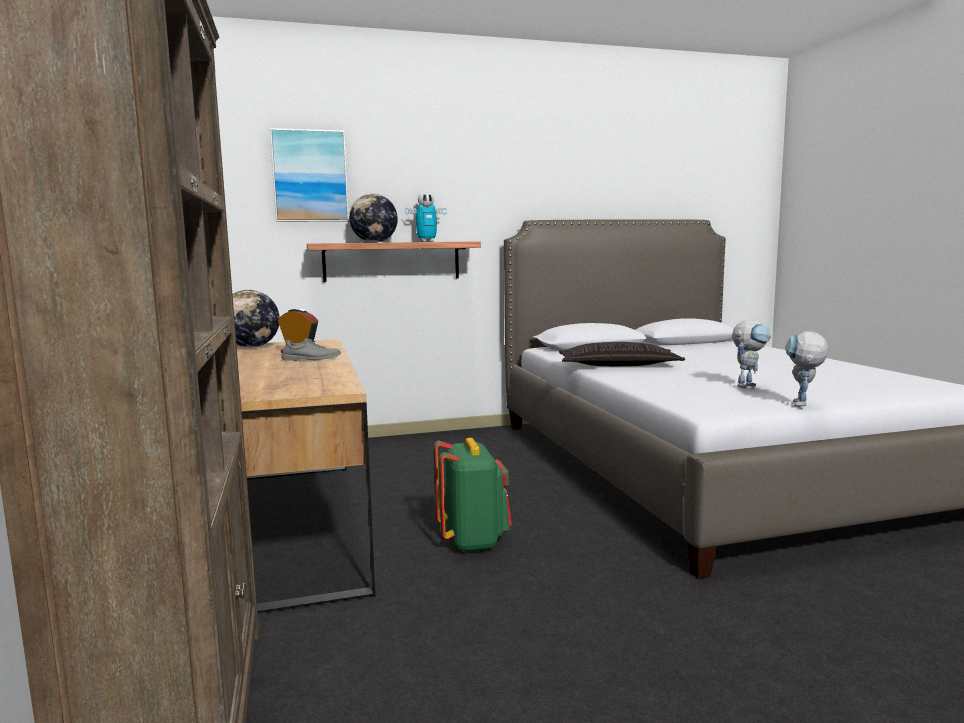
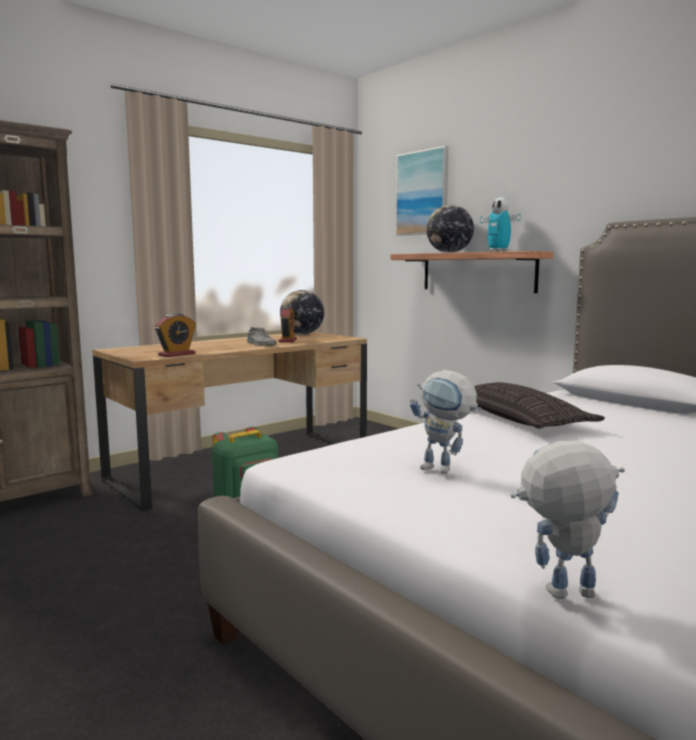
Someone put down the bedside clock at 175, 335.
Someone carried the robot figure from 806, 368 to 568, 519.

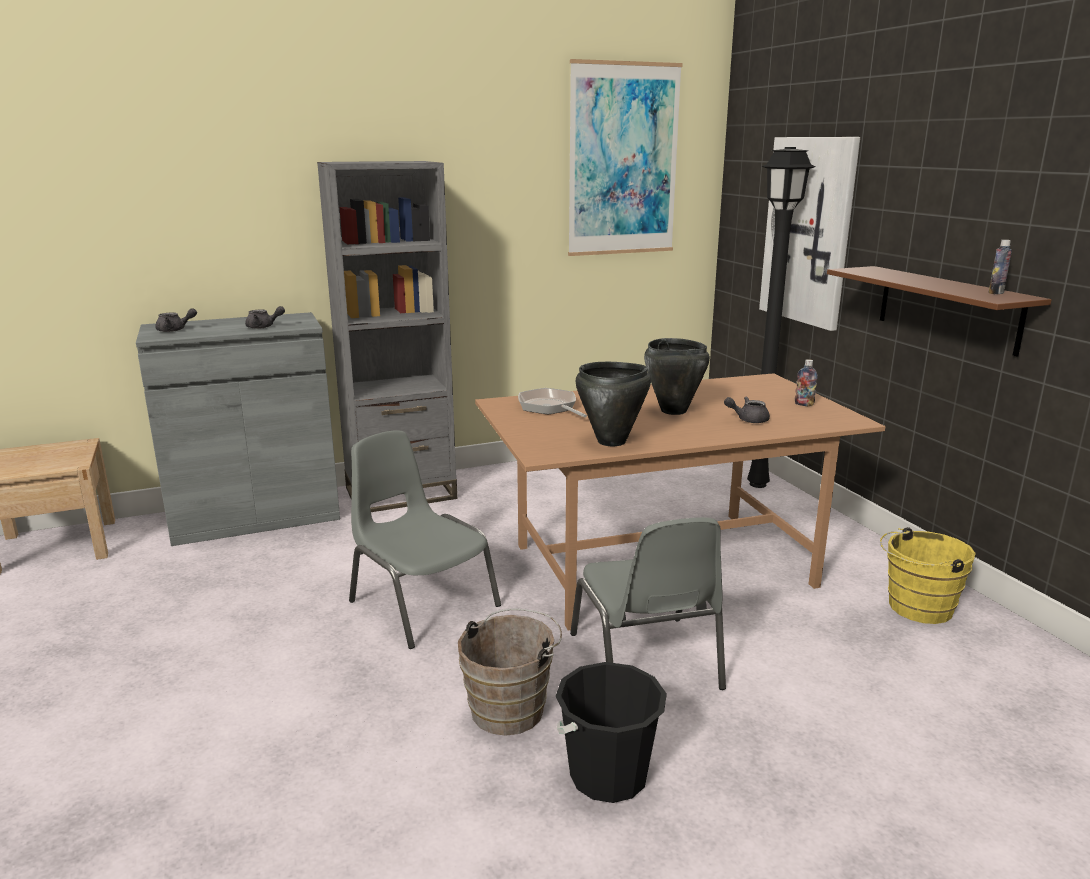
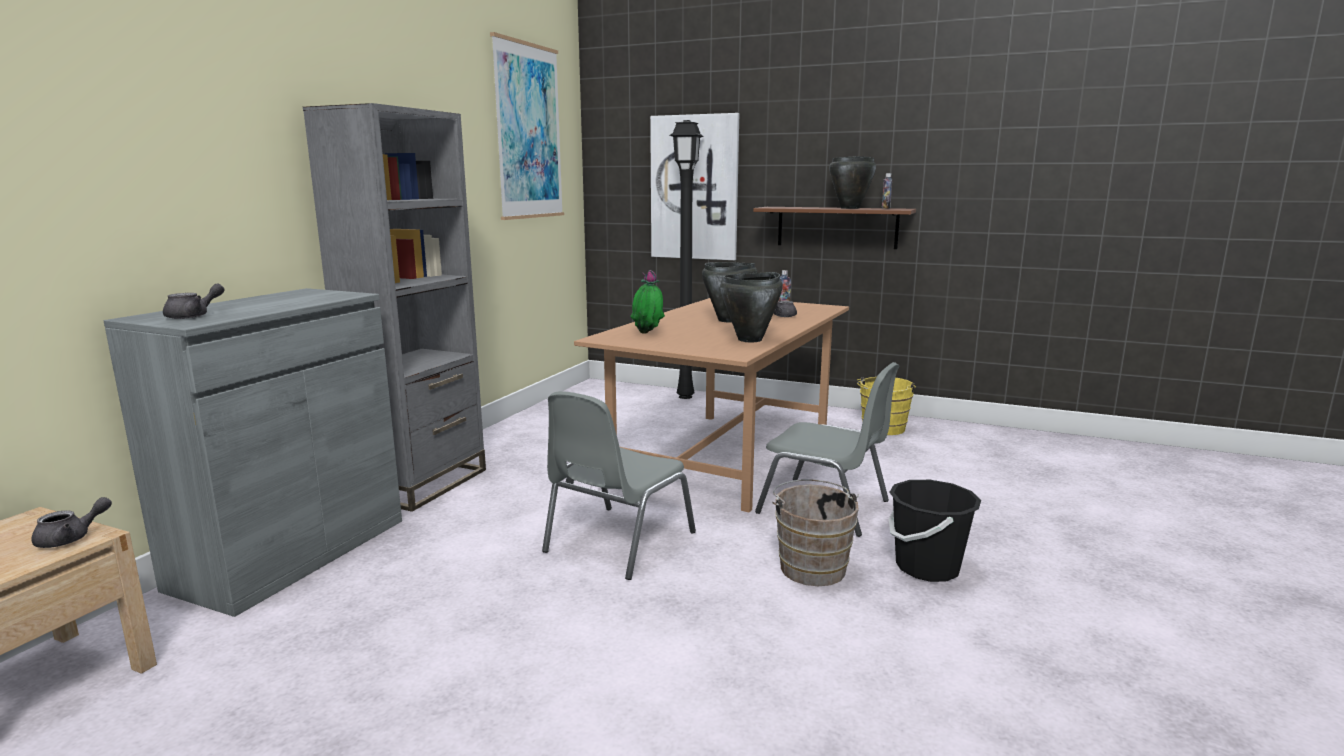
Someone carried the teapot/gray from 265, 317 to 71, 522.
Someone rotated the plain chair/gray at 425, 539 by 60 degrees counterclockwise.
Someone swapped the pan at 552, 402 for the houseplant at 647, 302.
Someone put down the saucepot/blackish at 852, 182.

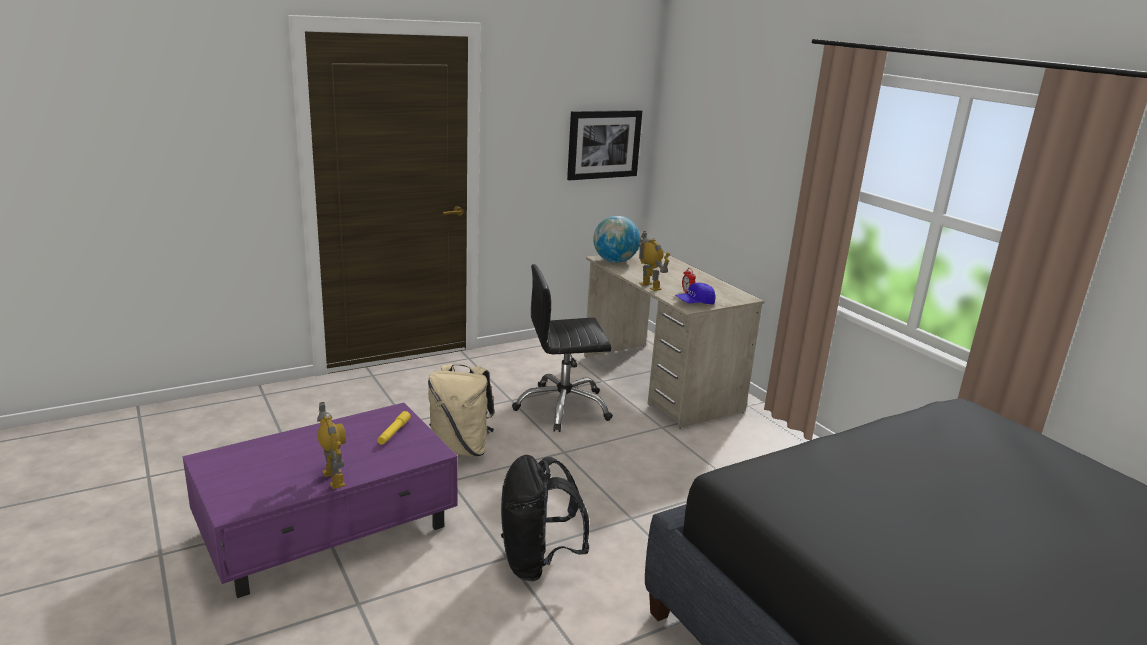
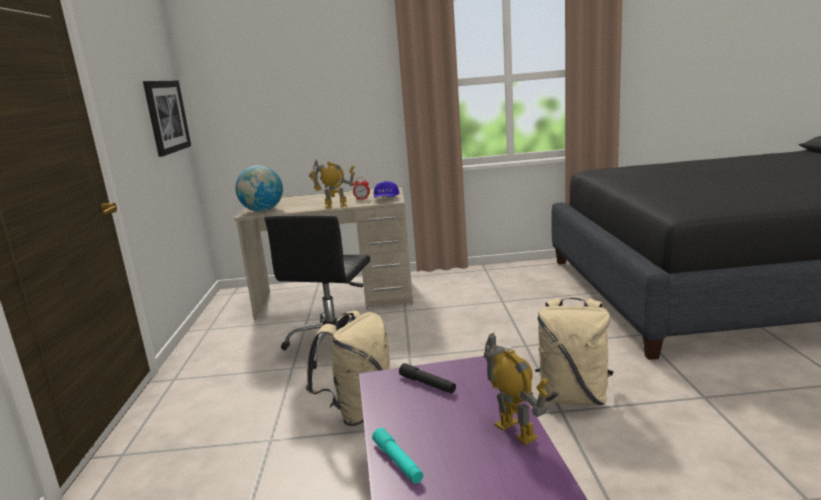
Someone put down the flashlight/turquoise at 397, 455.
Someone repainted the flashlight/yellowish at 394, 428, which became the flashlight/blackish at 427, 378.
Someone rotated the robot figure at 331, 445 by 60 degrees clockwise.
Someone repainted the rucksack/blackish at 545, 518, which became the rucksack/sand-coloured at 574, 351.

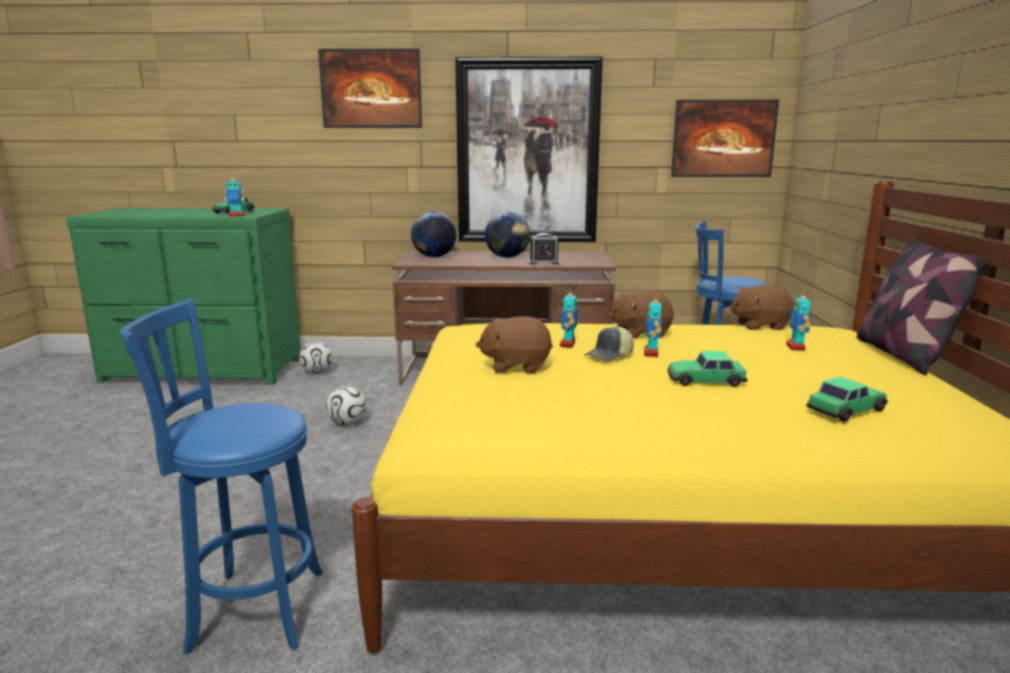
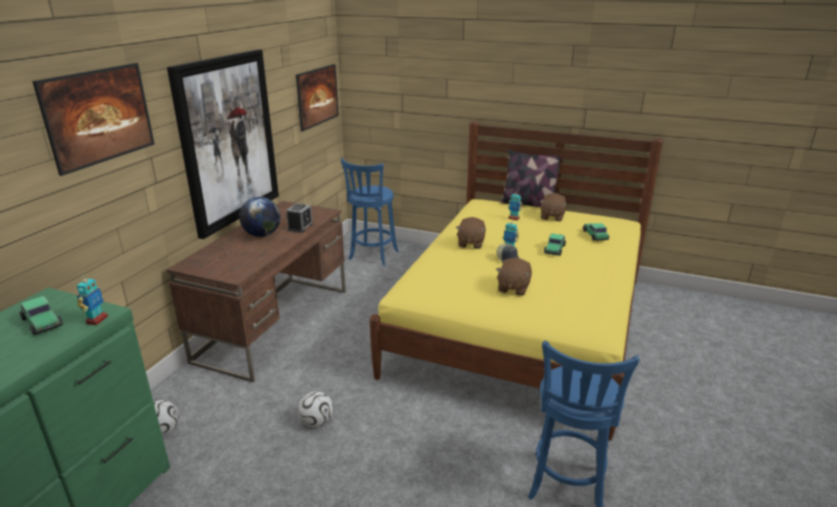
Someone carried the plush toy/brown from 762, 307 to 553, 207.
Someone took away the world globe at 434, 234.
Someone took away the robot figure at 569, 320.

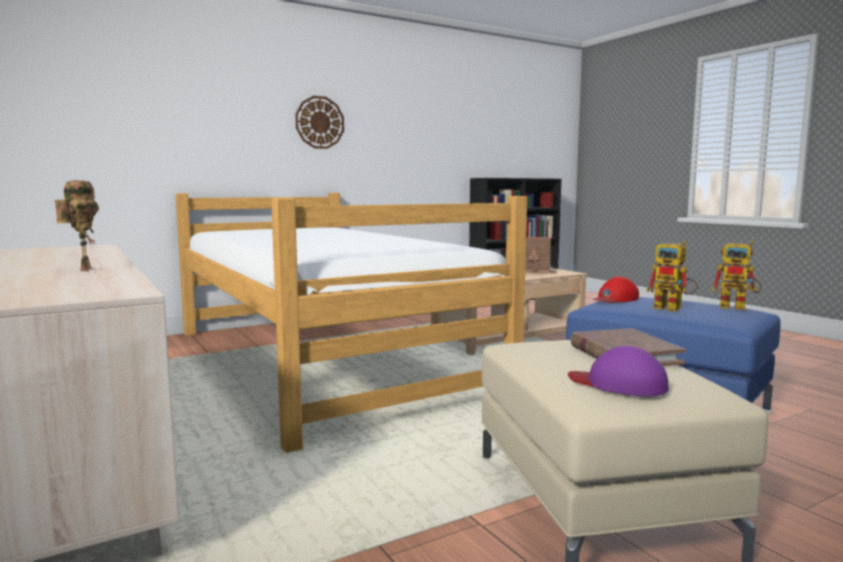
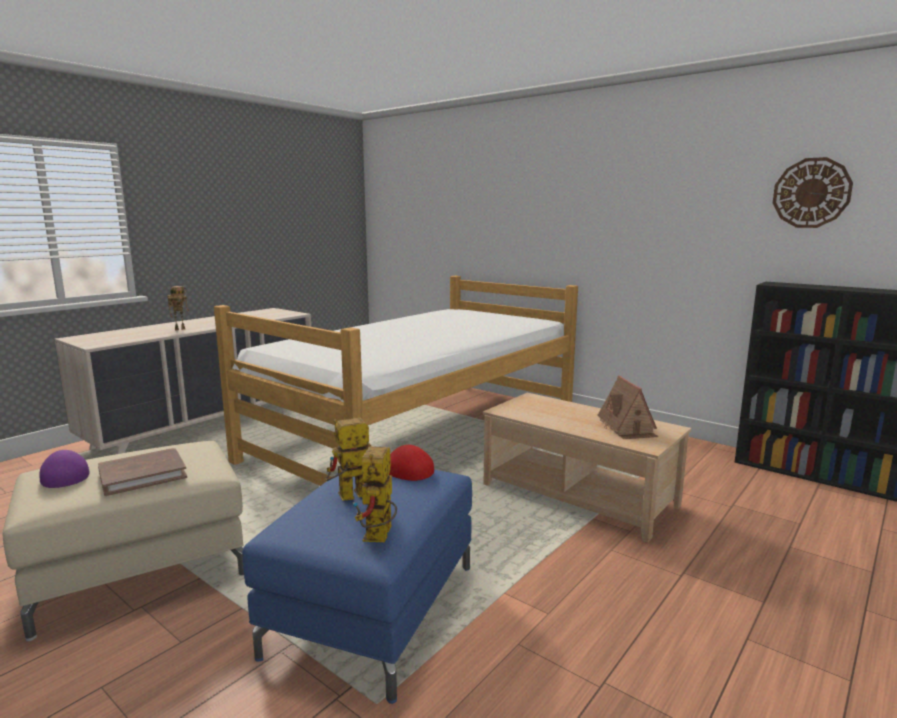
Someone rotated the baseball cap/purplish at 618, 371 by 45 degrees counterclockwise.
Someone rotated the robot figure at 672, 276 by 45 degrees clockwise.
Someone carried the hanging clock from 319, 122 to 813, 192.

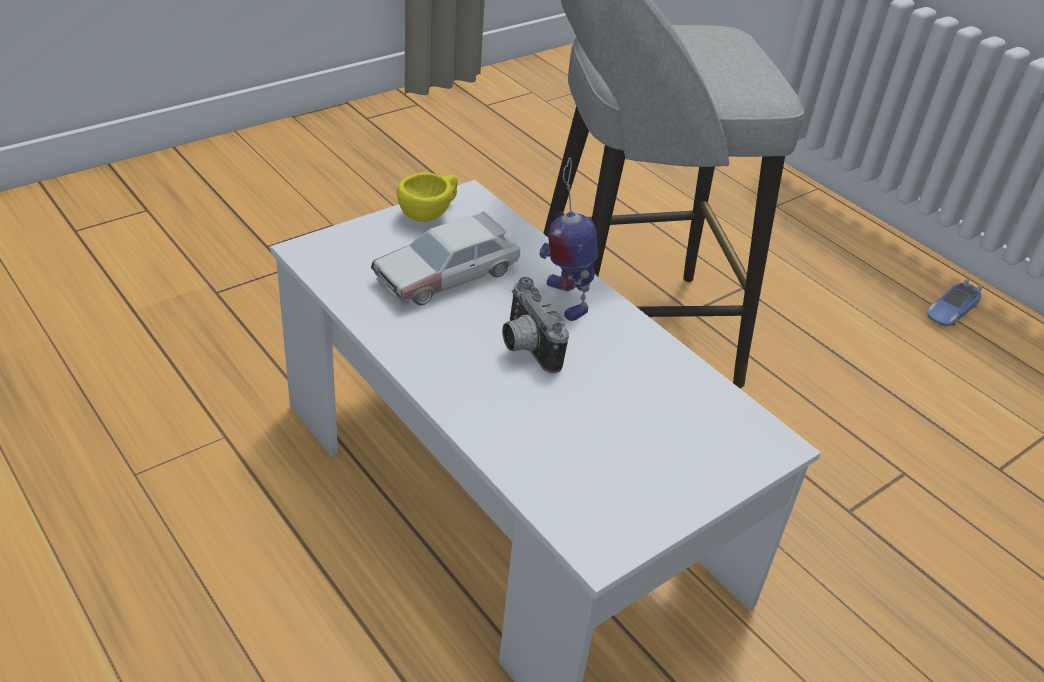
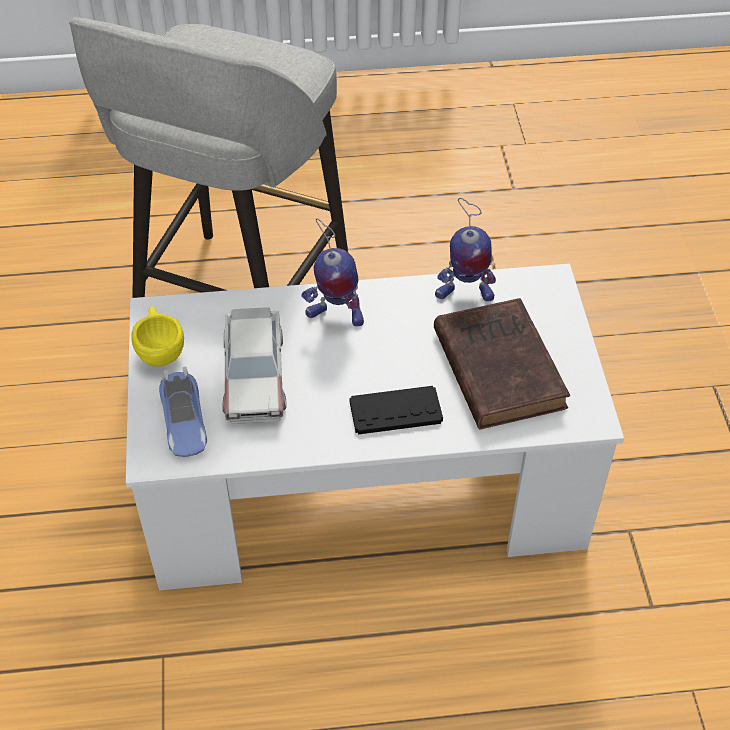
Someone carried the miniature car from 955, 303 to 183, 412.
Someone put down the game controller/blackish at 396, 410.
Someone put down the bound book/brown at 502, 363.
Someone put down the robot figure at 465, 250.
Someone took away the still camera at 535, 325.

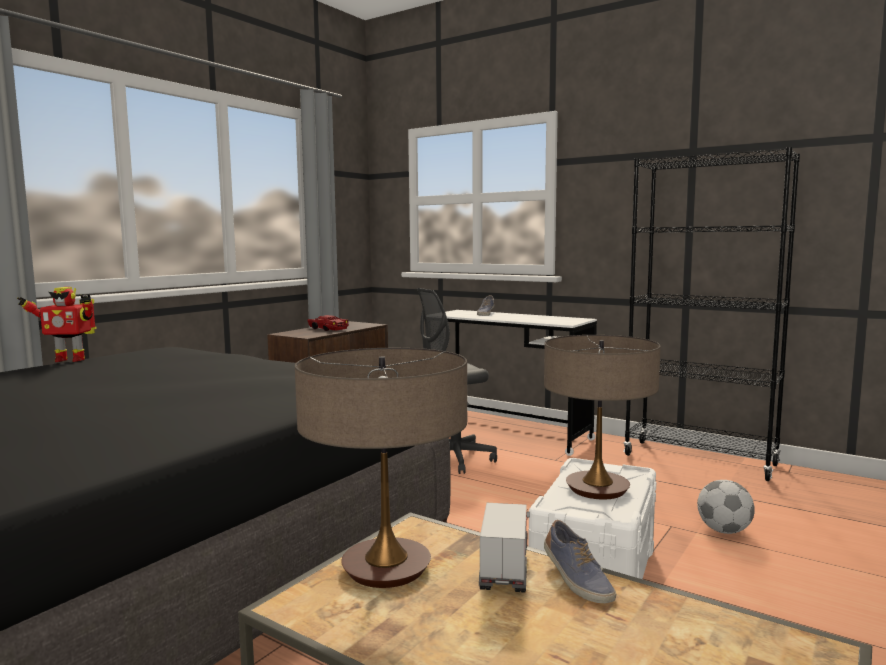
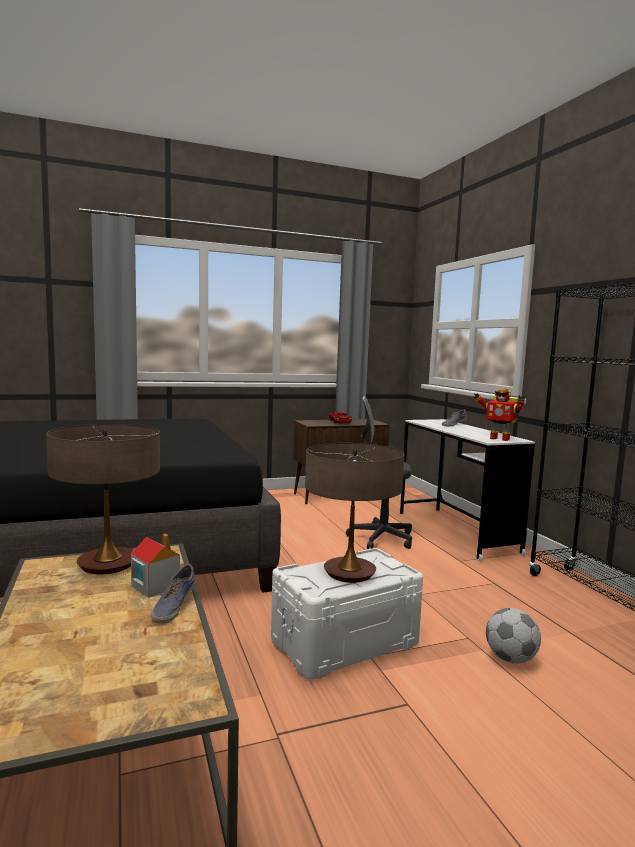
Someone swapped the model truck at 504, 548 for the miniature house at 155, 566.
Someone carried the robot figure from 57, 324 to 499, 415.

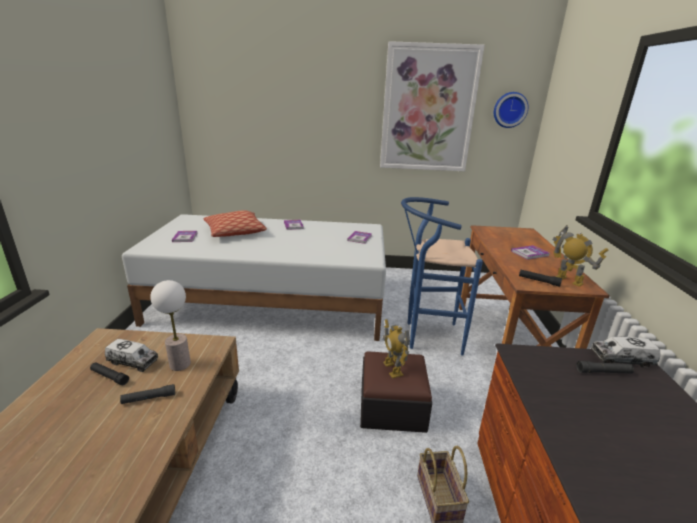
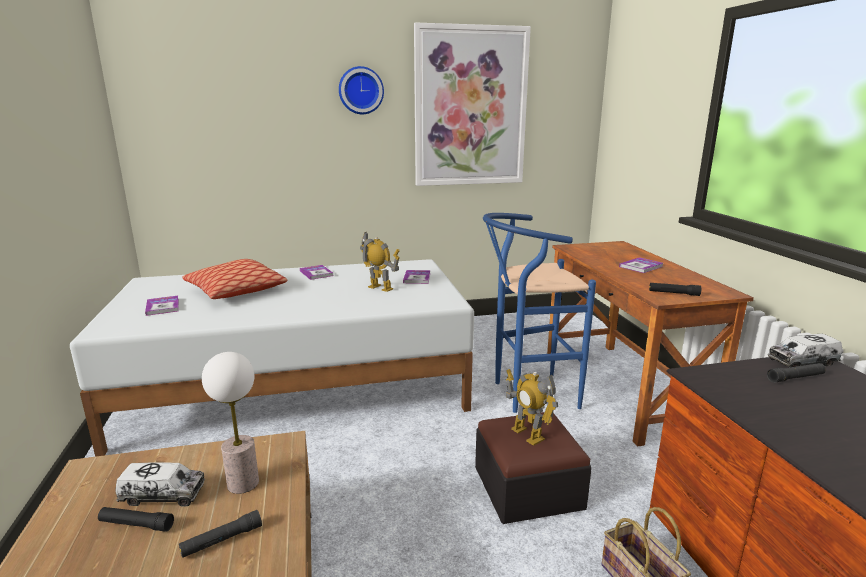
Someone carried the hanging clock from 511, 110 to 361, 90.
Someone carried the robot figure from 581, 256 to 380, 262.

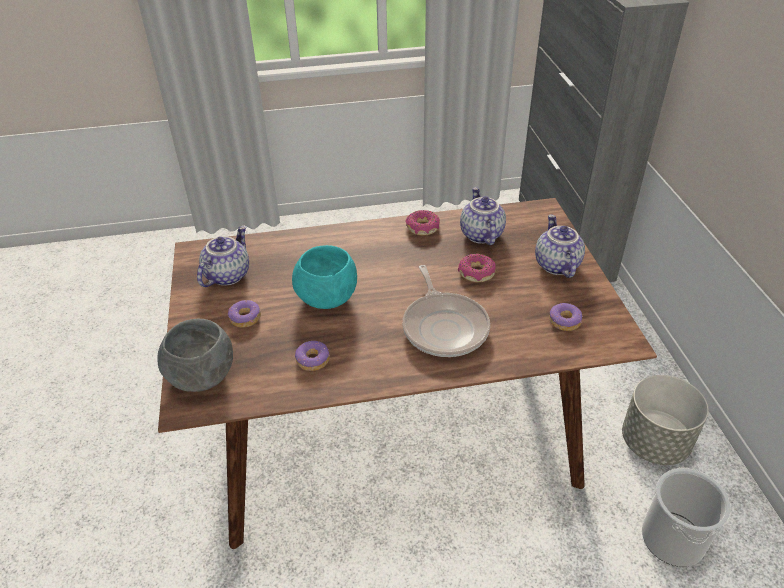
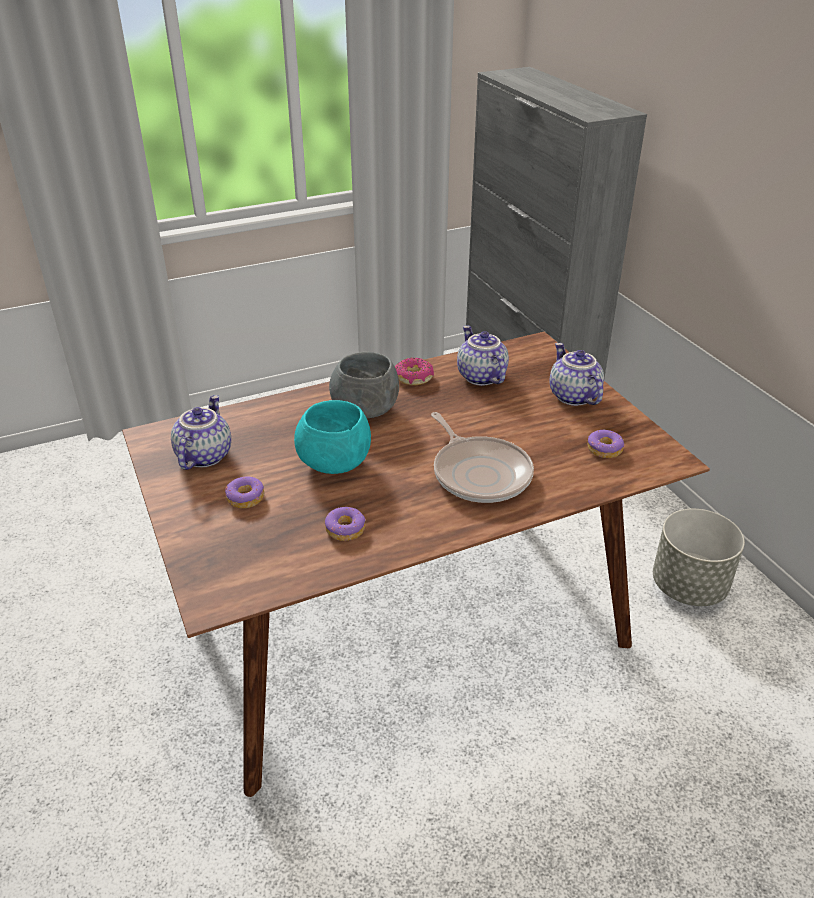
Someone carried the serving bowl/gray from 195, 355 to 364, 385.
Someone took away the ring doughnut at 477, 268.
Someone took away the water bucket at 686, 517.

